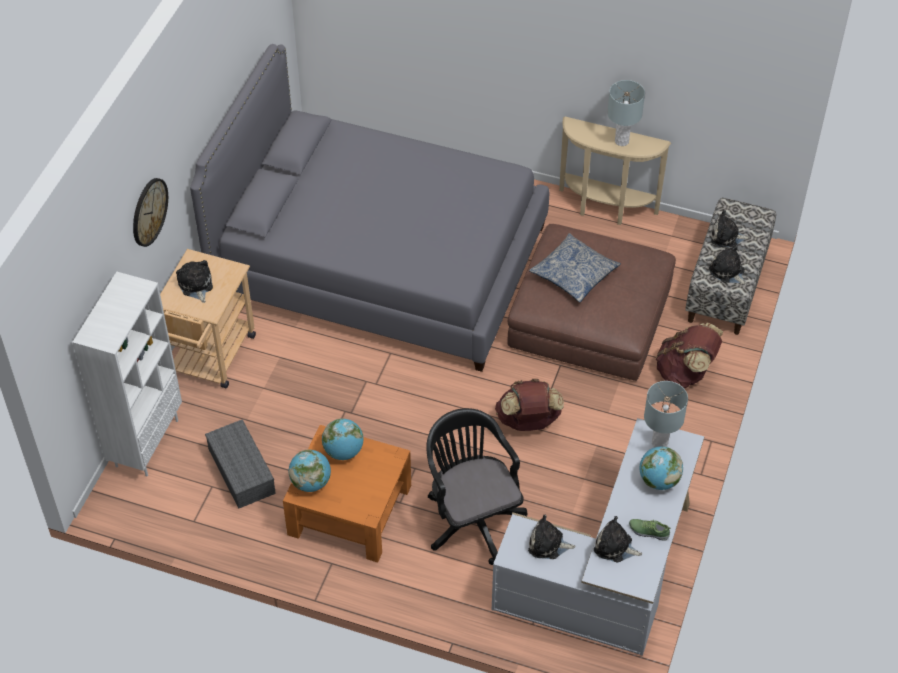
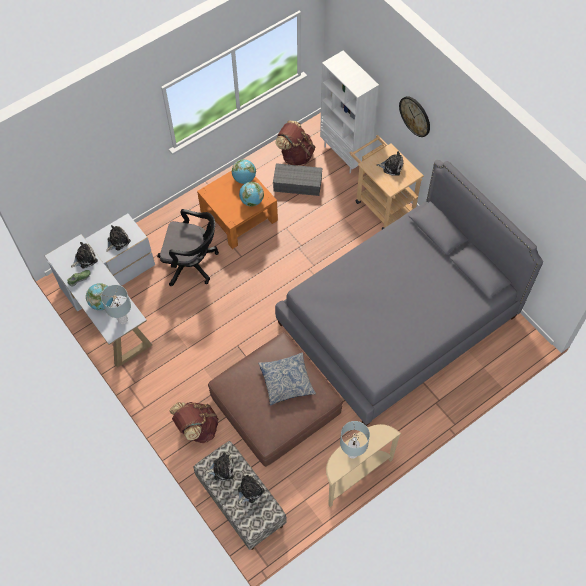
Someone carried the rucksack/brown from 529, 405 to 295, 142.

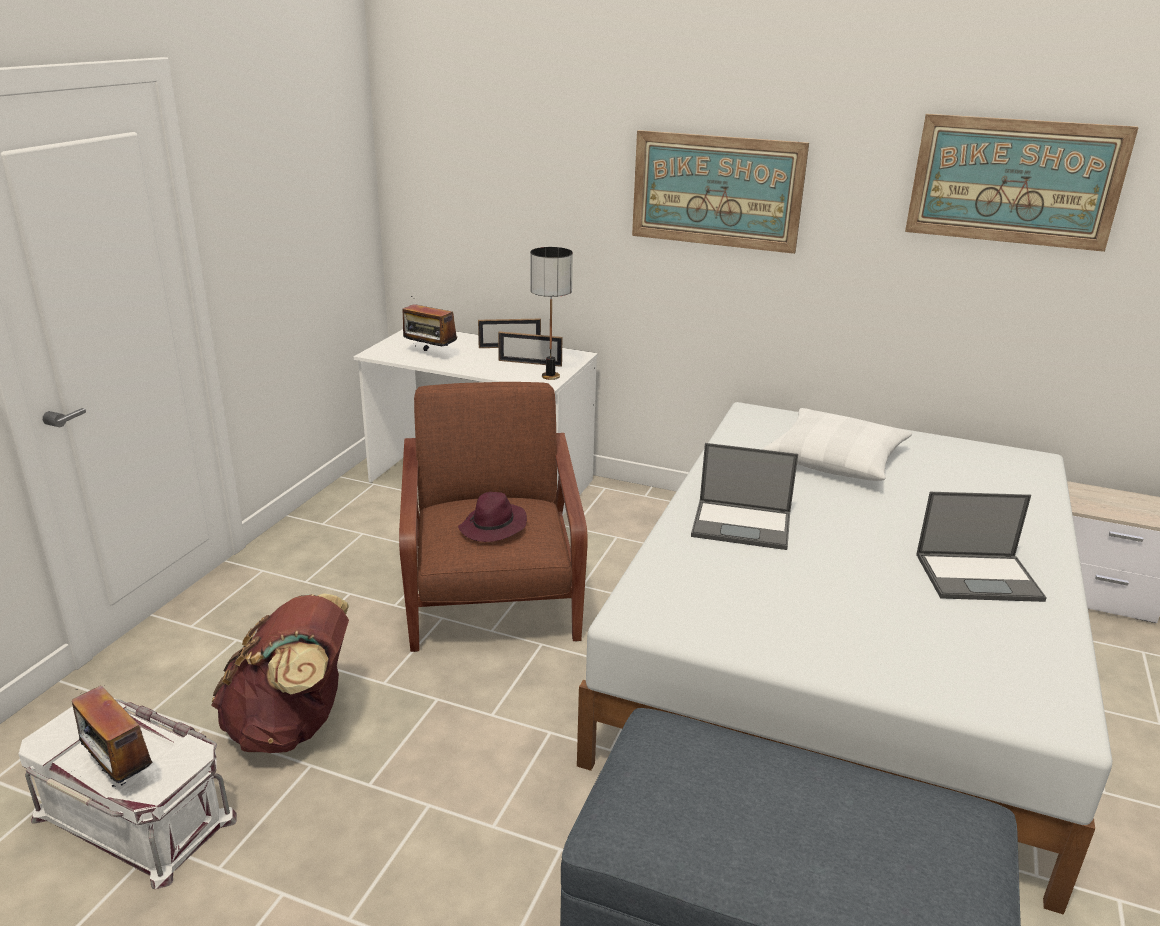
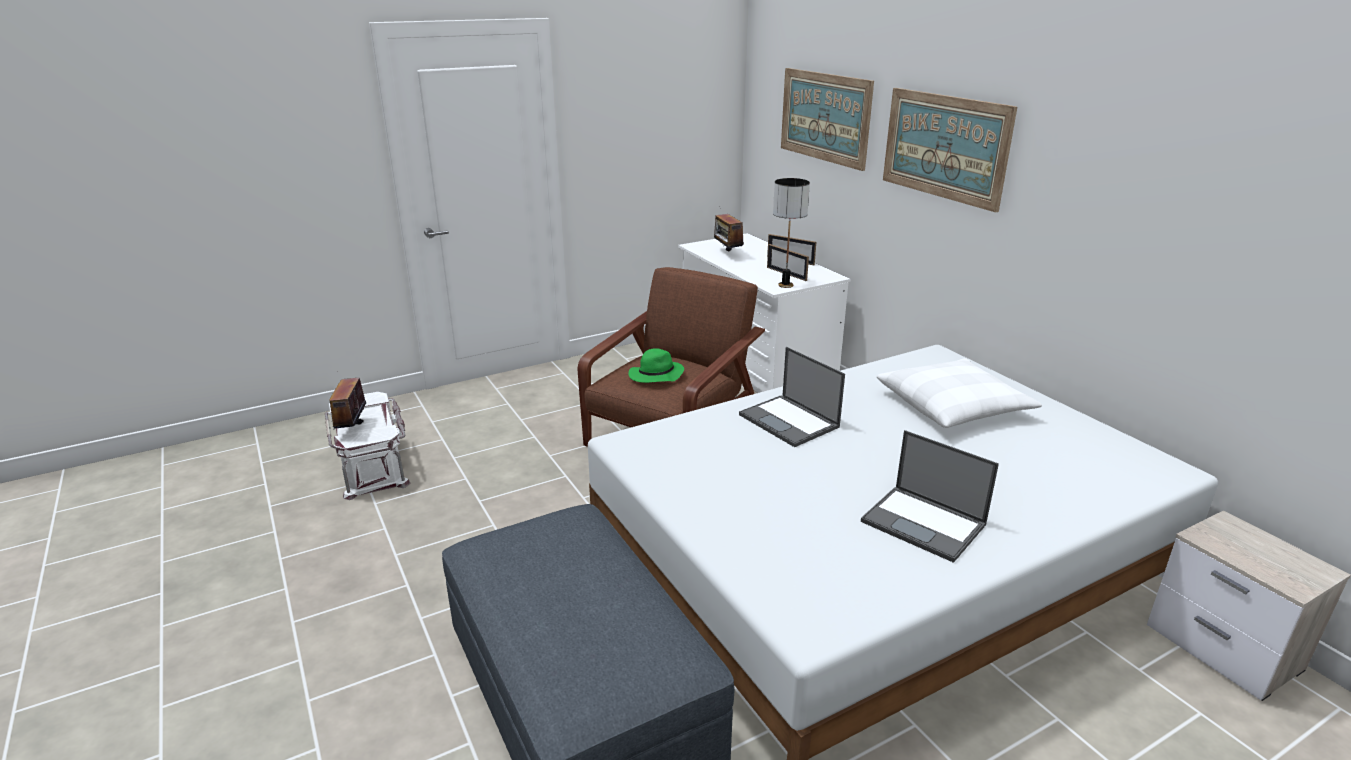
Someone repainted the hat/purplish at 492, 517, which became the hat/green at 656, 365.
Someone carried the wall art from 1022, 183 to 827, 119.
Someone took away the rucksack/brown at 280, 673.

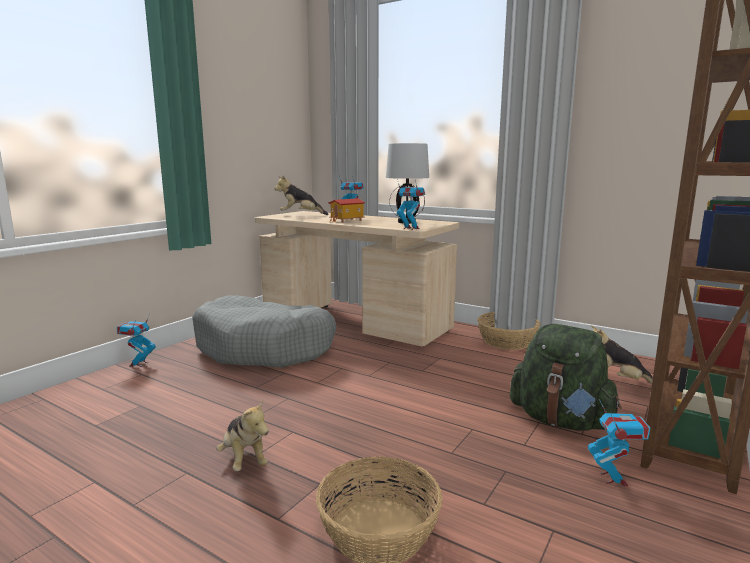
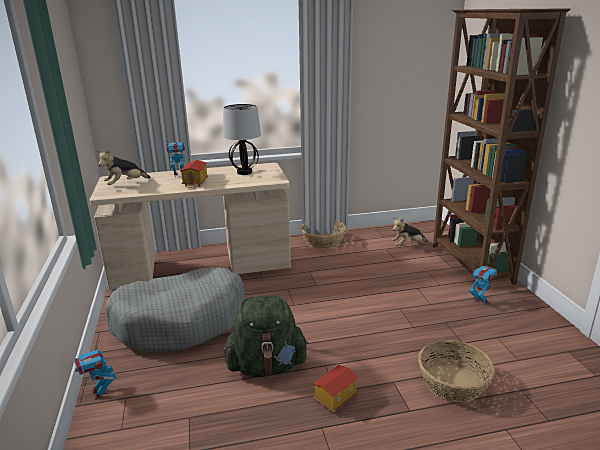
Someone carried the rucksack/green from 566, 377 to 266, 336.
Someone swapped the plush toy at 242, 435 for the miniature house at 336, 389.
Someone took away the robot figure at 411, 204.

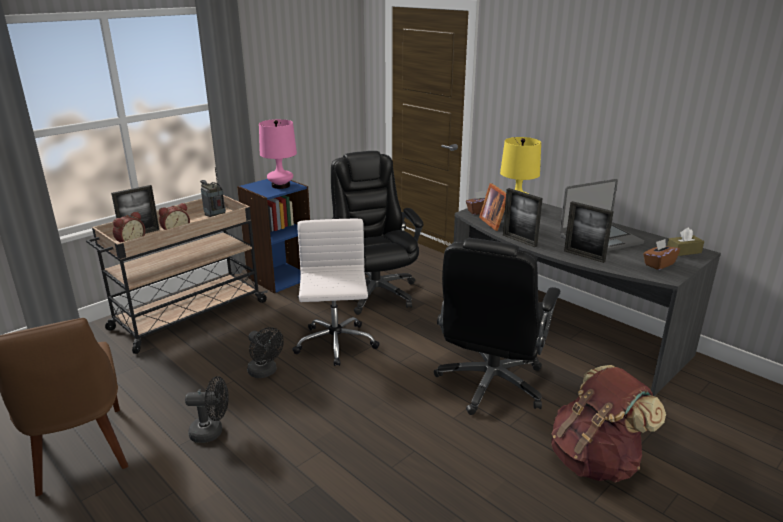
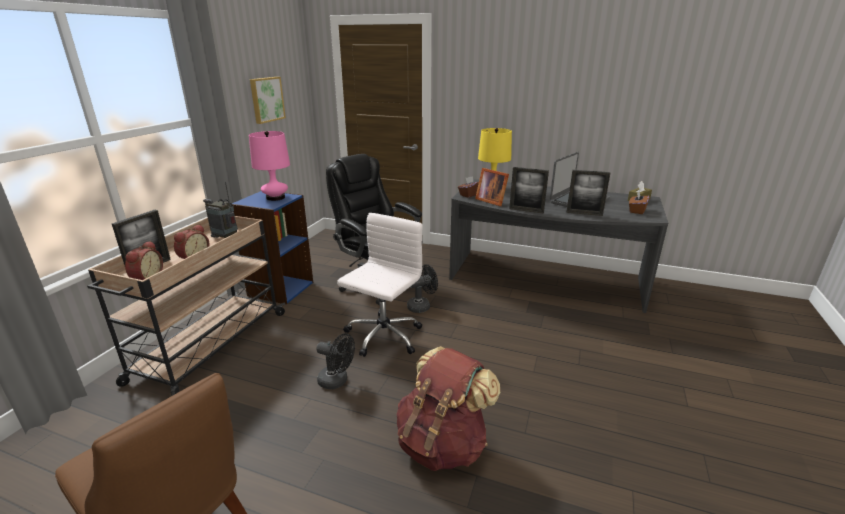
Someone put up the wall art at 268, 100.
Someone rotated the desk chair/white-coloured at 336, 292 by 60 degrees clockwise.
Someone carried the rucksack/brown from 608, 424 to 448, 408.
Someone carried the cooling fan/blackish from 207, 409 to 422, 288.
Someone took away the desk chair/blackish at 497, 326.

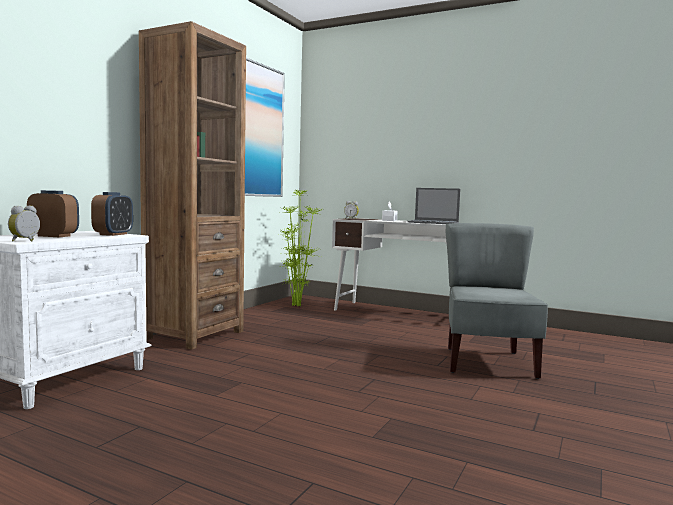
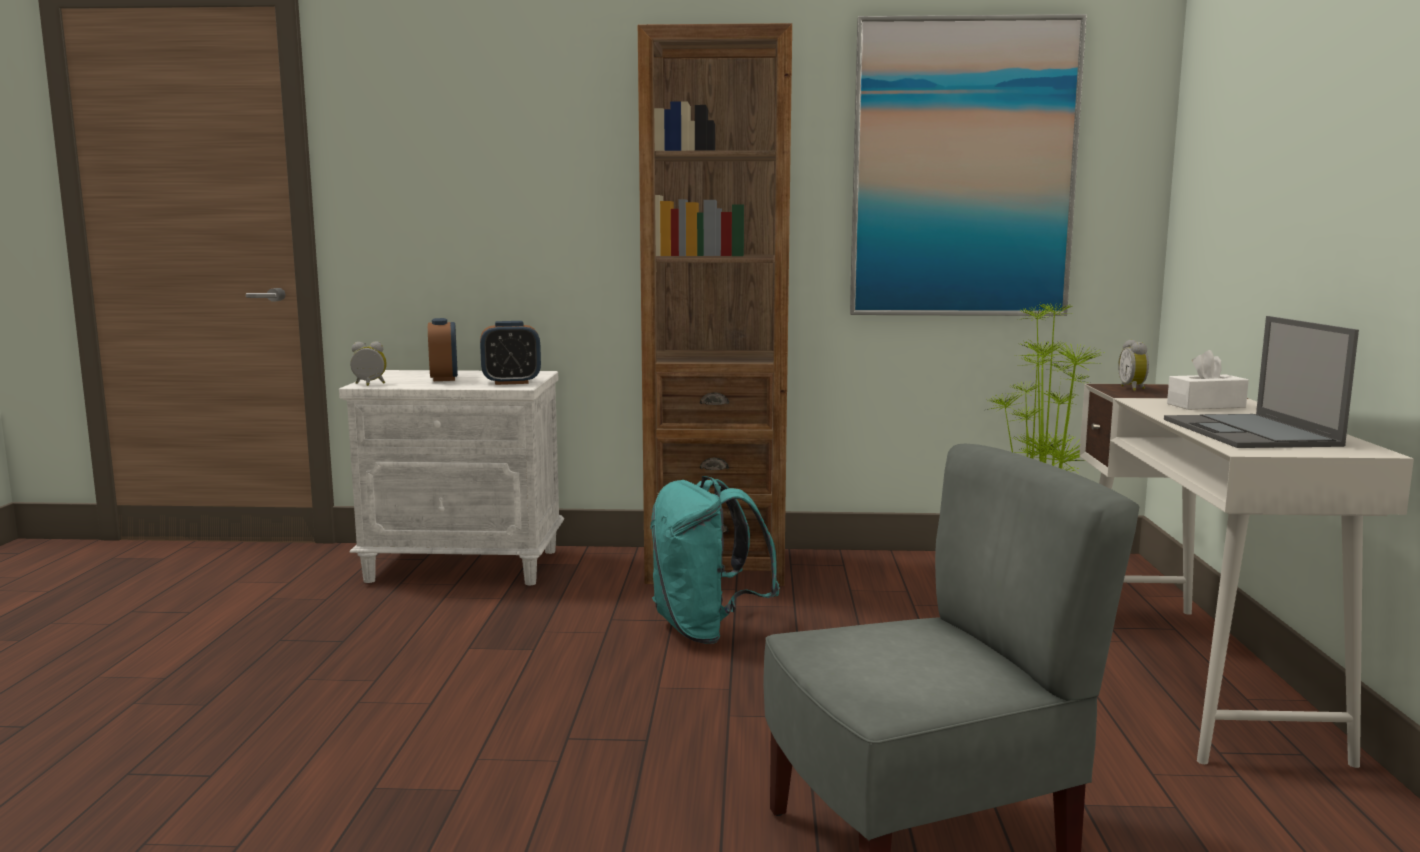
Someone put down the rucksack/turquoise at 715, 560.

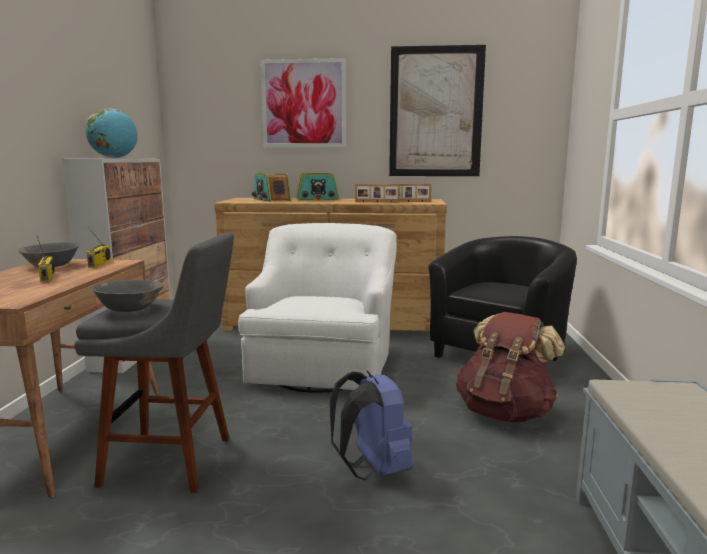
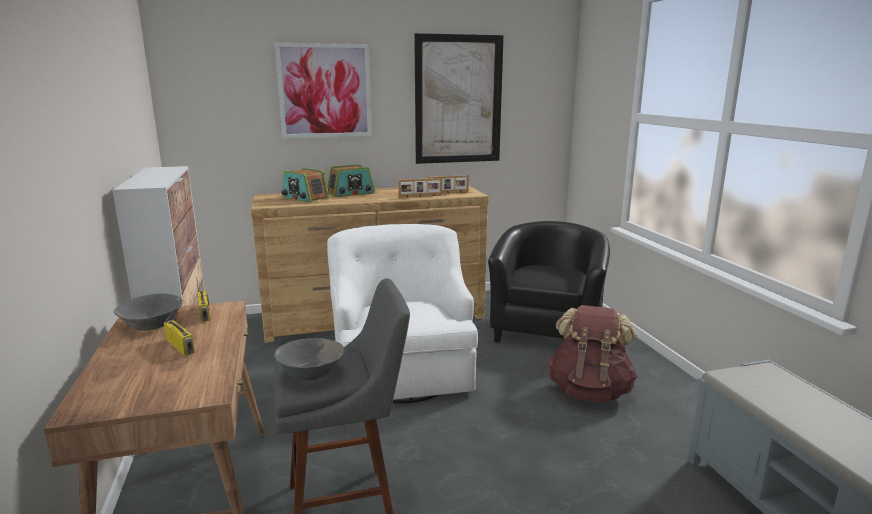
Someone took away the world globe at 111, 133.
Someone took away the rucksack/bluish at 371, 425.

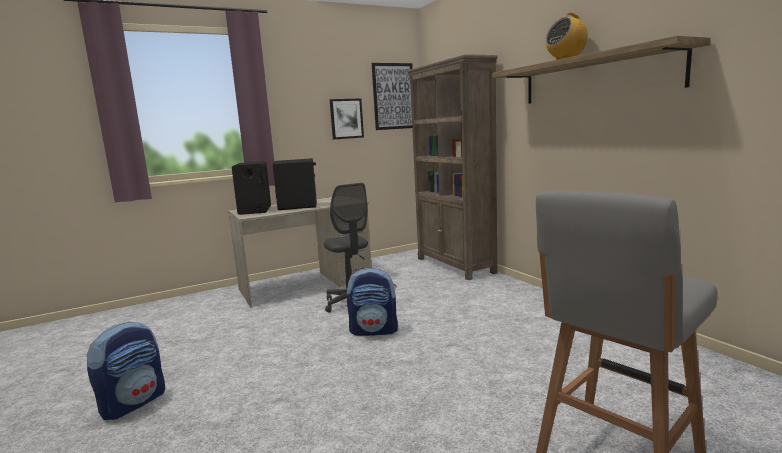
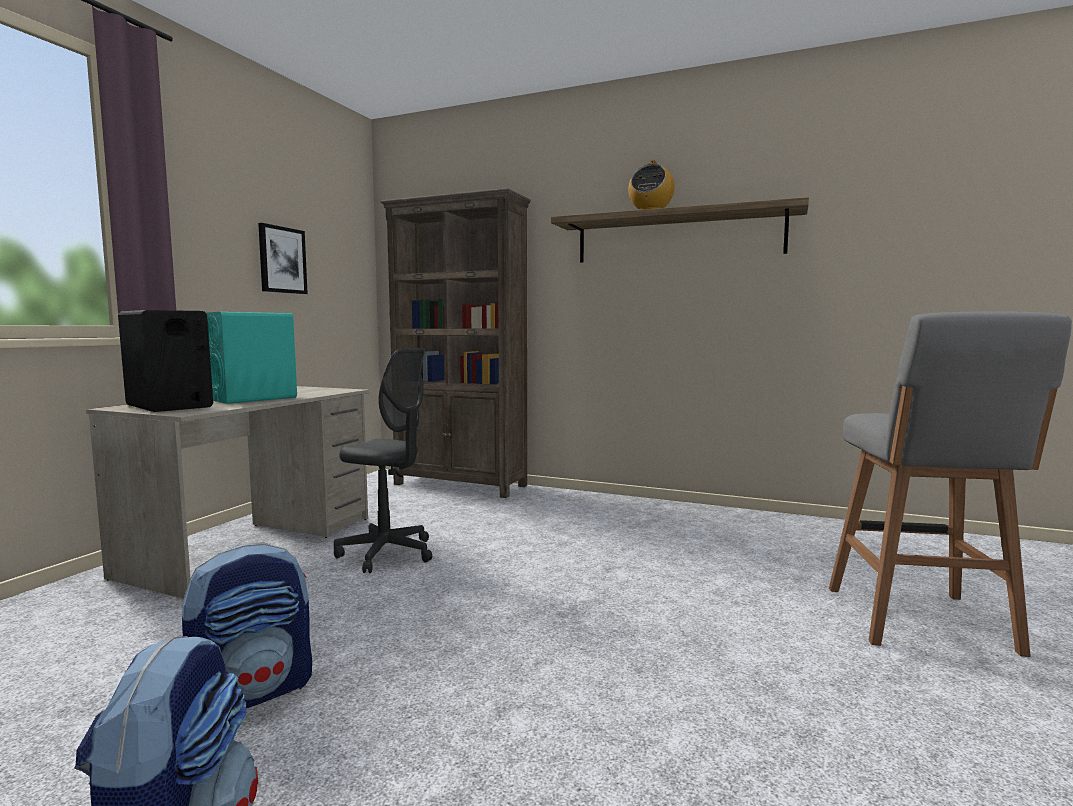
Someone carried the rucksack from 372, 302 to 246, 625.
Someone repainted the loudspeaker/blackish at 295, 184, which became the loudspeaker/turquoise at 251, 358.
Someone took away the wall art at 392, 96.

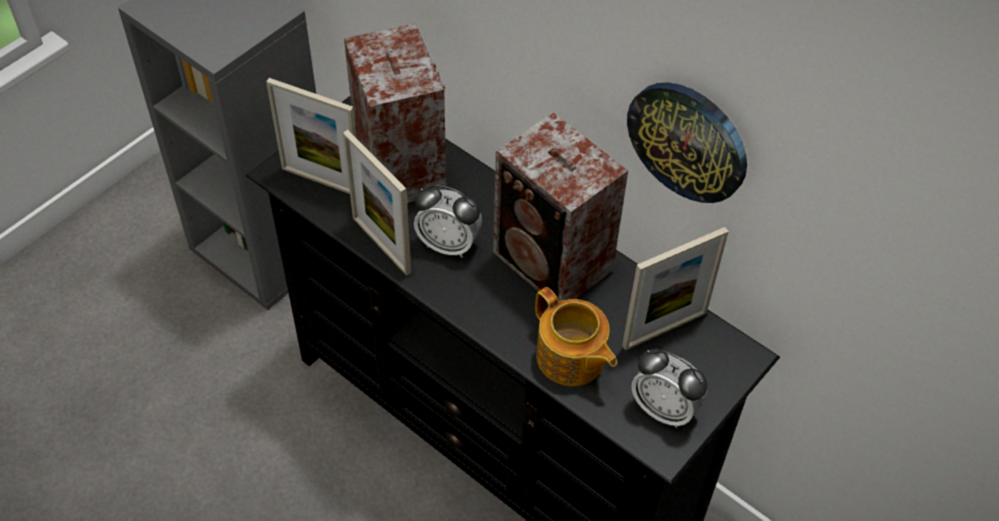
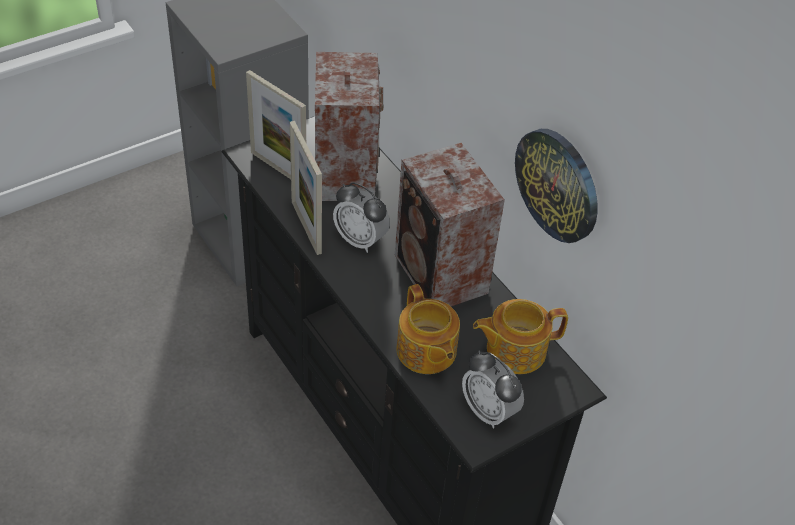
Someone swapped the standing frame at 675, 288 for the teapot at 520, 336.

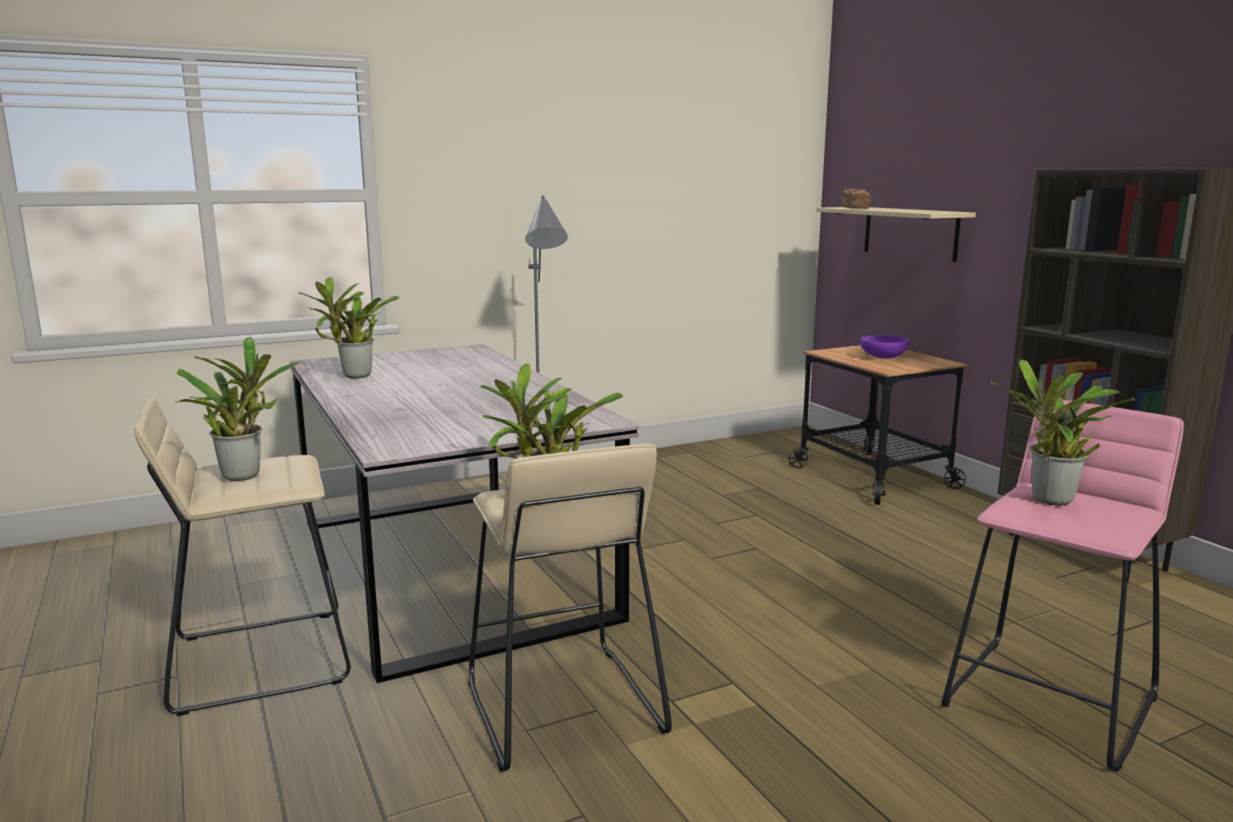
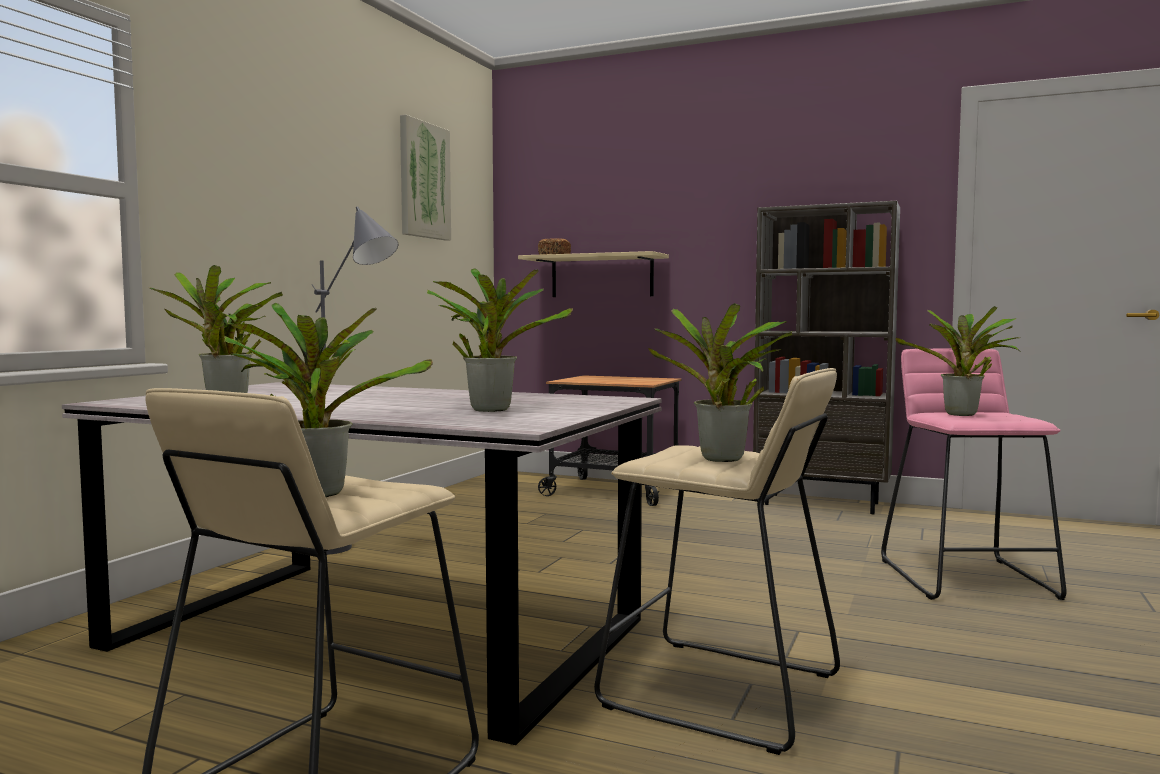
Someone put up the wall art at 425, 178.
Someone put down the houseplant at 500, 340.
Someone took away the serving bowl/purplish at 885, 347.

